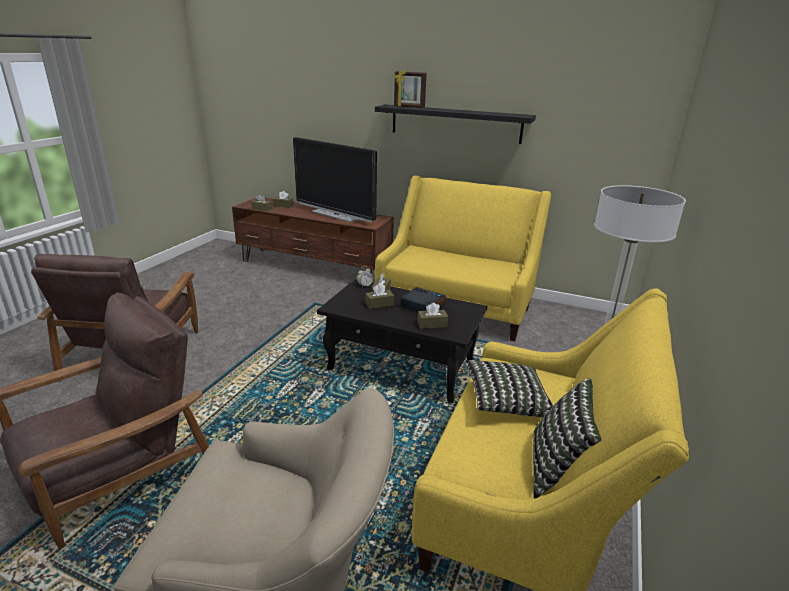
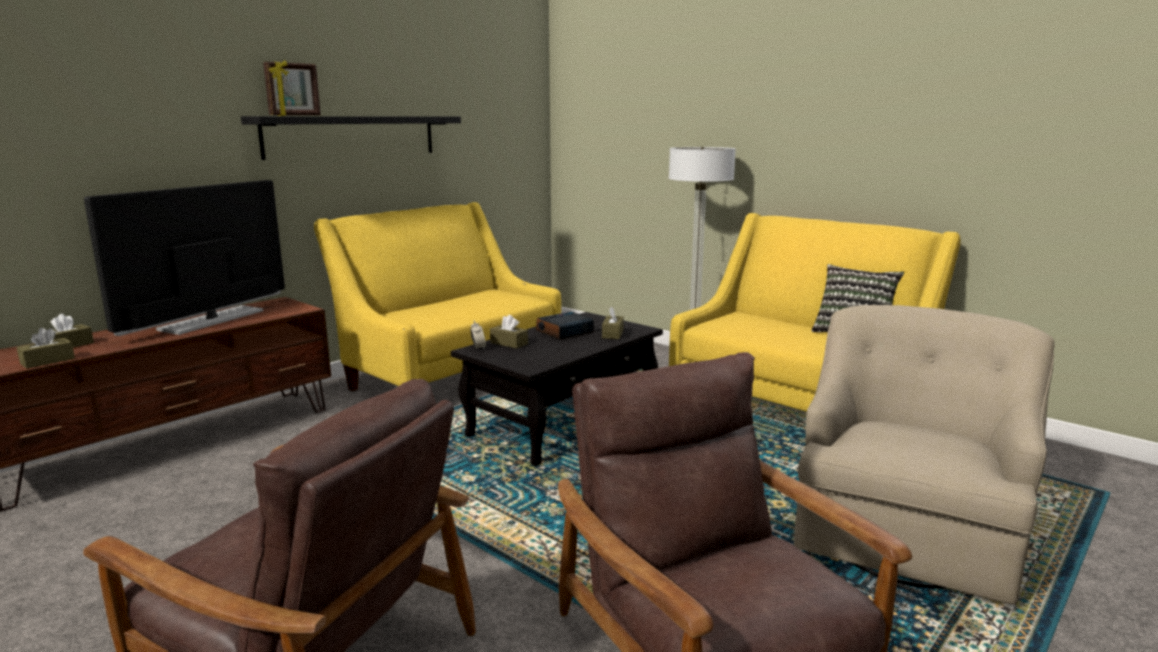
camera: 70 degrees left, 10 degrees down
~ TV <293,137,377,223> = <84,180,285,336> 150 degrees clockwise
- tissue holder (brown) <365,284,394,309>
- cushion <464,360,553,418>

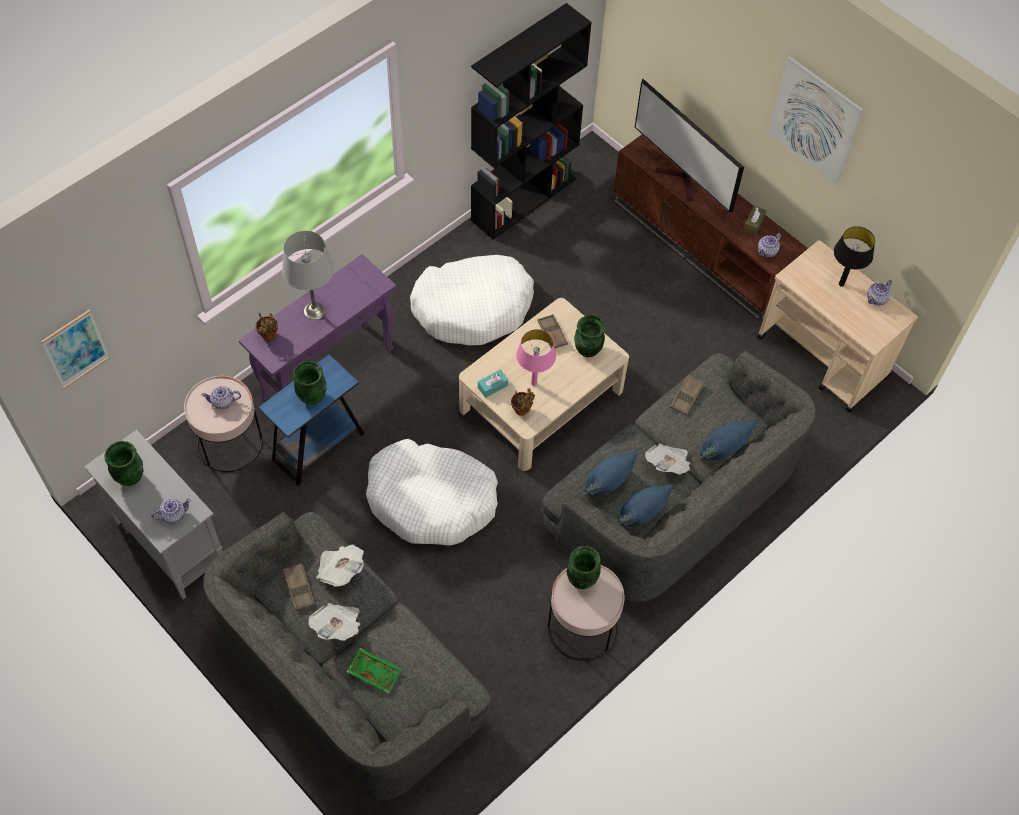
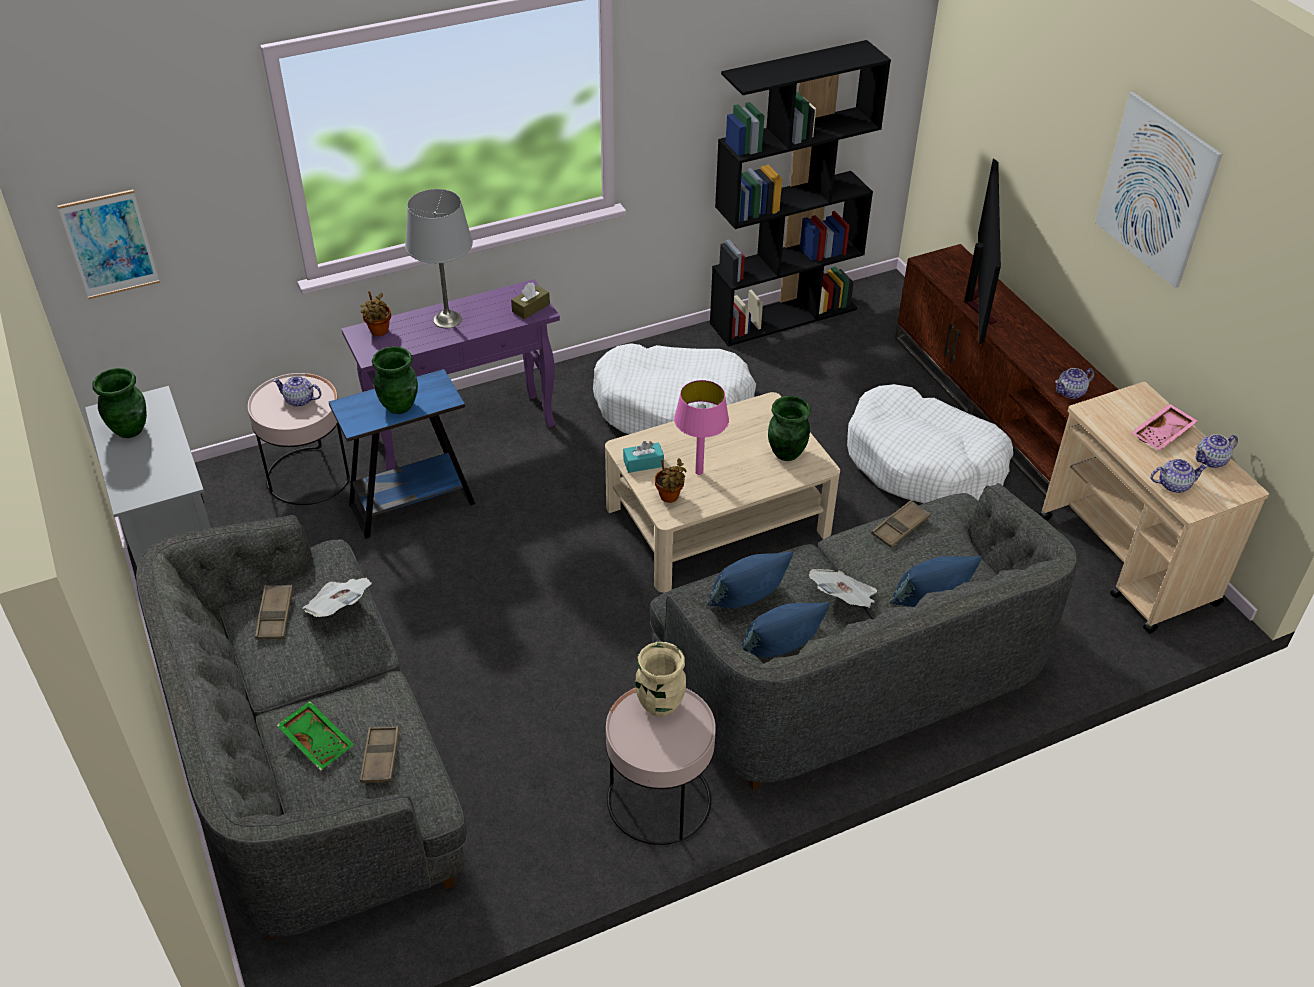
camera: 20 degrees right, 15 degrees down
~ tray (brown) <537,314,568,349> to <360,726,400,783>
~ tissue holder (brown) <743,206,766,235> to <511,282,550,320>
~ flower vase (greenish) <567,546,601,589> to flower vase (beige) <635,642,686,717>
~ dog cushion (white-coloured) <366,439,498,546> to <847,384,1013,503>
~ TV <634,78,744,212> = <964,159,1001,345> 150 degrees counterclockwise
~ tabletop lamp (black-coloured) <834,226,875,287> to tray (pinkish) <1131,403,1198,451>
~ tea pot <151,498,191,524> to <1151,459,1208,493>
- printed paper <308,603,360,641>

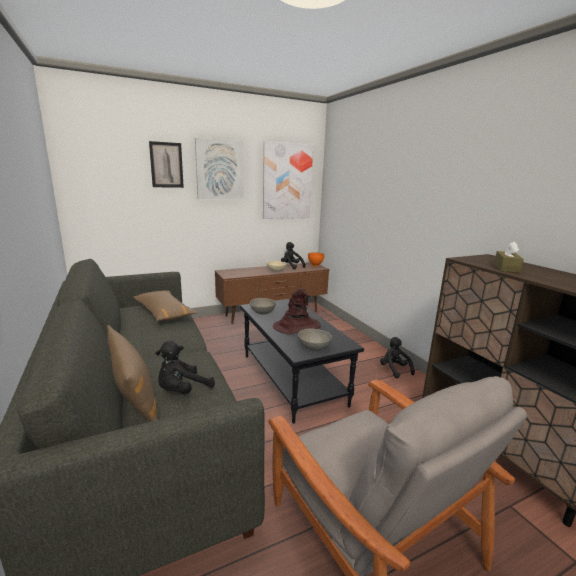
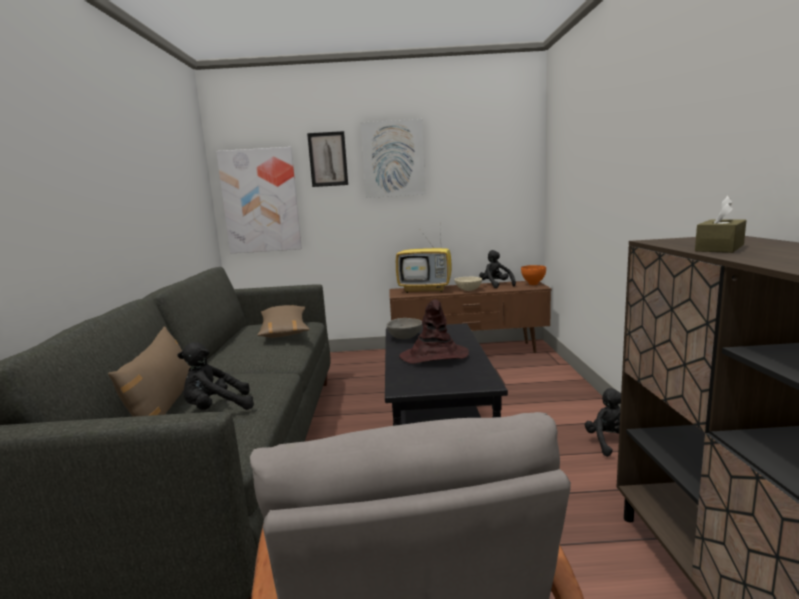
camera: 25 degrees right, 5 degrees down
~ picture <263,141,313,219> to <216,147,302,253>
+ TV <396,227,451,293>
- bowl (greyish) <298,328,332,351>

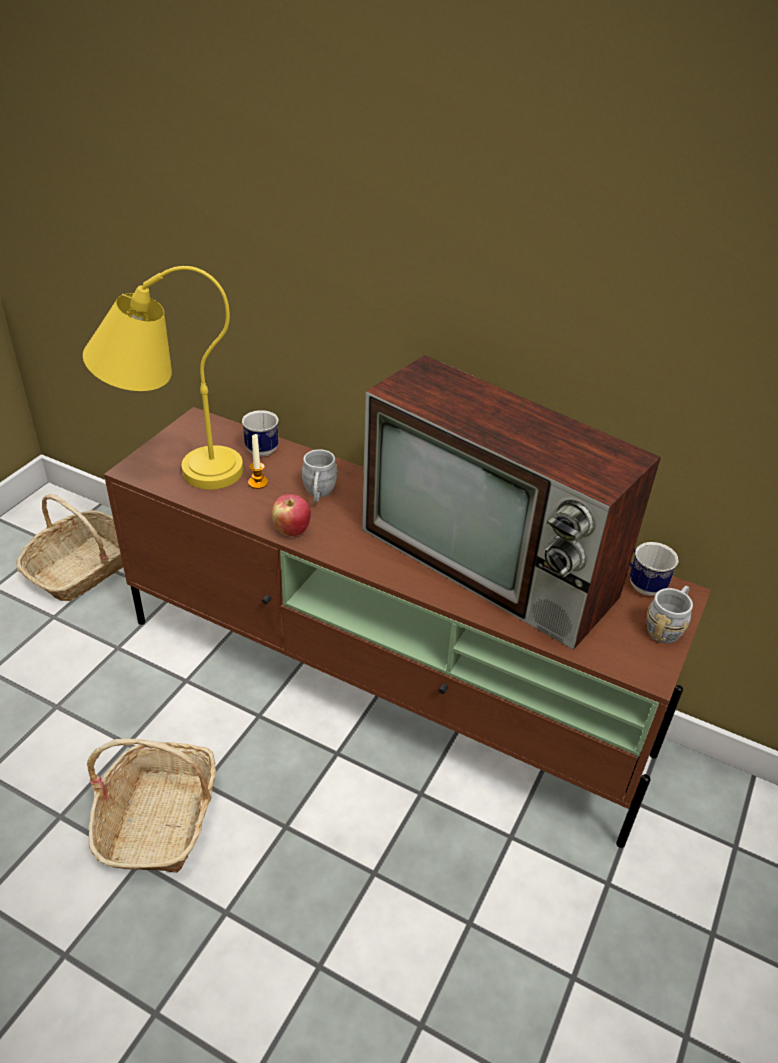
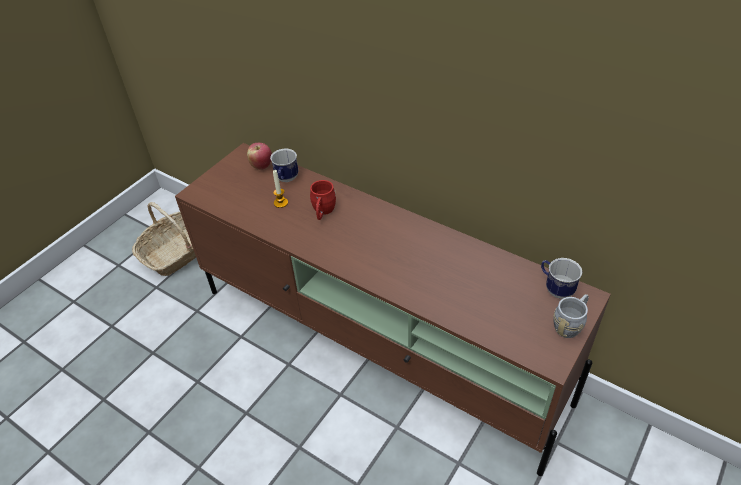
camera: 10 degrees right, 5 degrees up
~ apple <272,494,311,537> to <247,143,272,170>
~ tea mug (greyish) <302,449,337,503> to tea mug (red) <310,180,336,220>
- tabletop lamp (yellowish) <83,266,243,490>
- basket <87,739,216,873>
- TV <362,355,661,650>

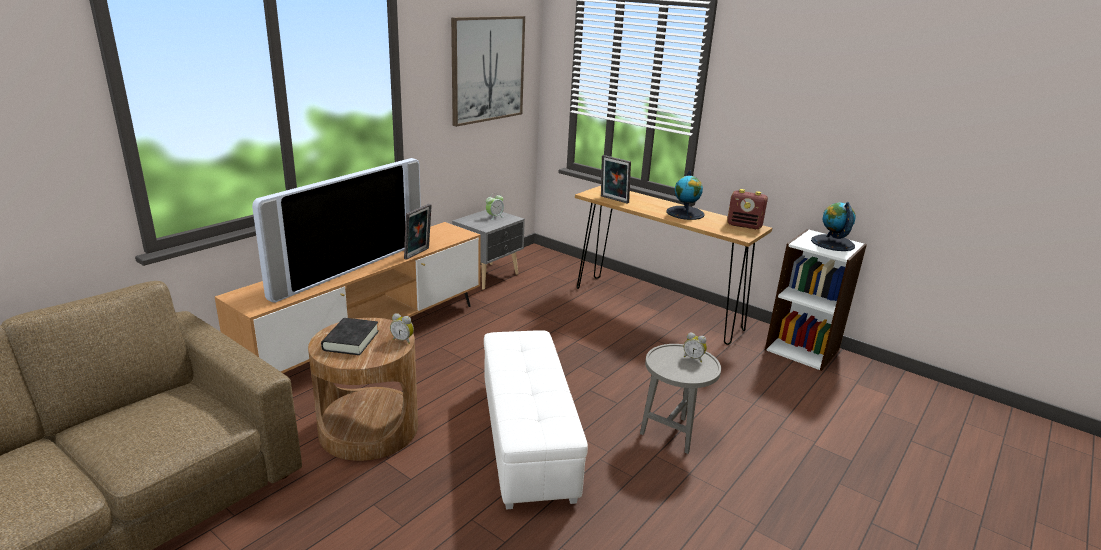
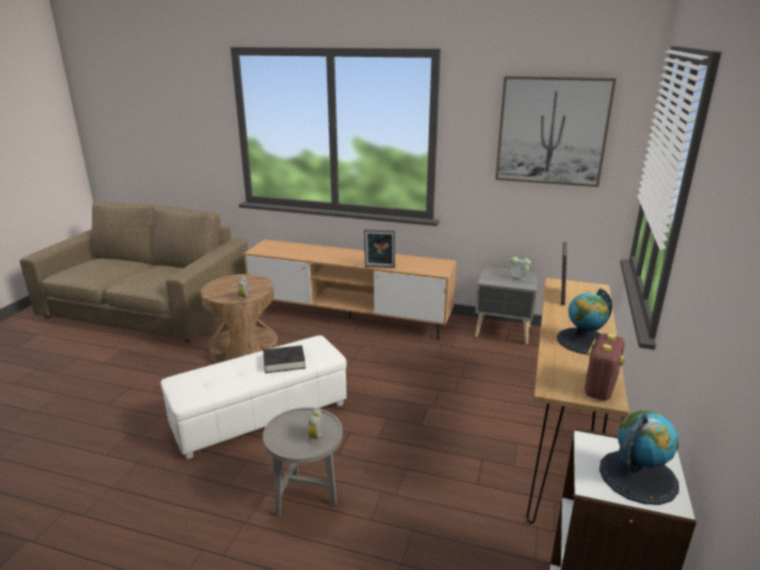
camera: 70 degrees right, 0 degrees up
~ volume (black-coloured) <321,318,379,355> to <263,345,306,373>
~ radio <727,189,768,229> = <585,333,625,400> 150 degrees counterclockwise
- TV <252,158,421,303>

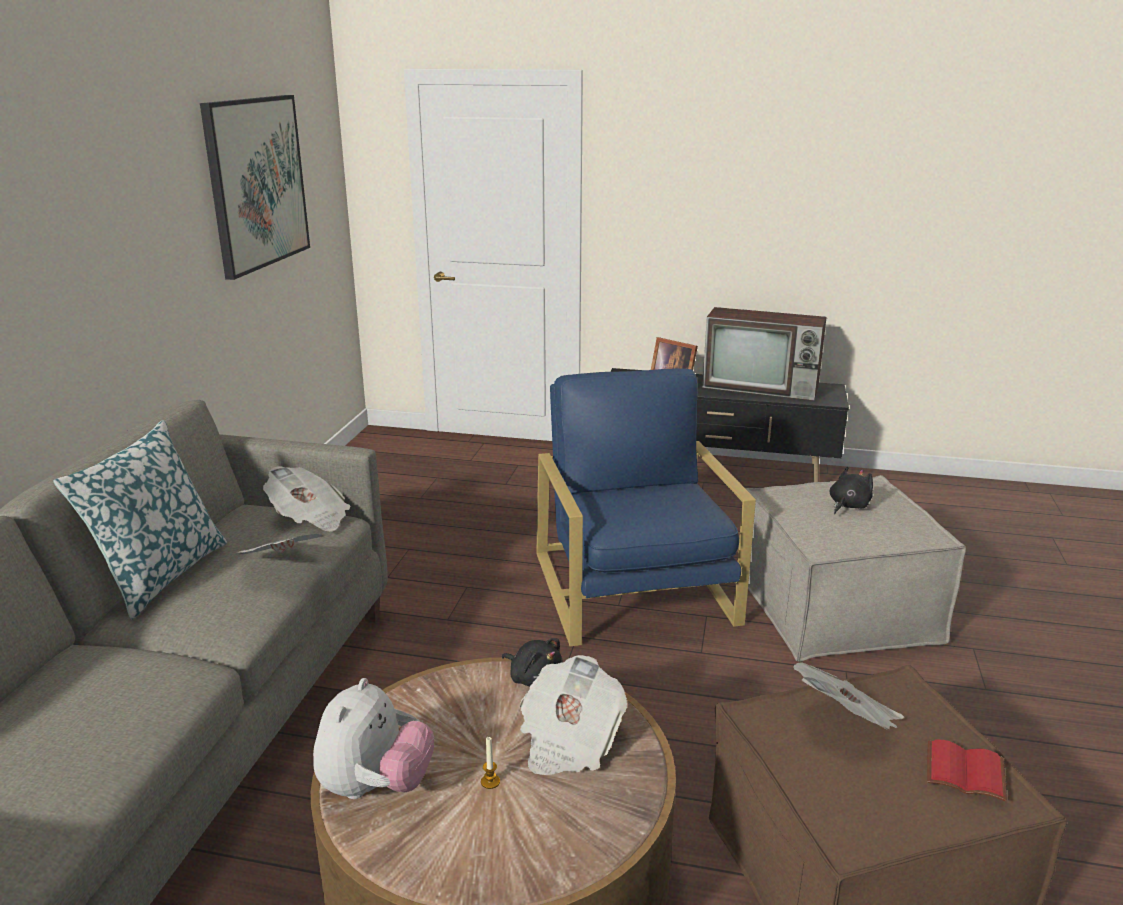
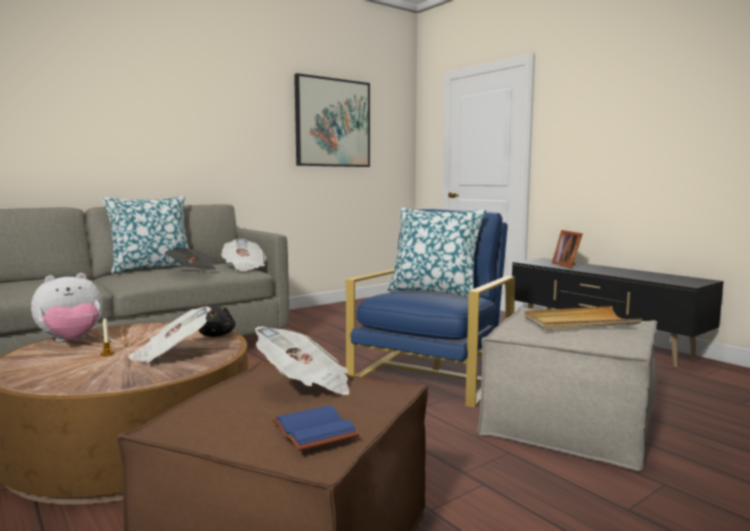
camera: 40 degrees right, 15 degrees down
~ volume (red) <927,739,1007,802> to volume (blue-coloured) <272,405,360,451>
+ cushion <387,207,486,298>
~ cuddly toy (black-coloured) <830,467,873,514> to tray (beige) <525,306,642,331>
- TV <702,307,827,400>

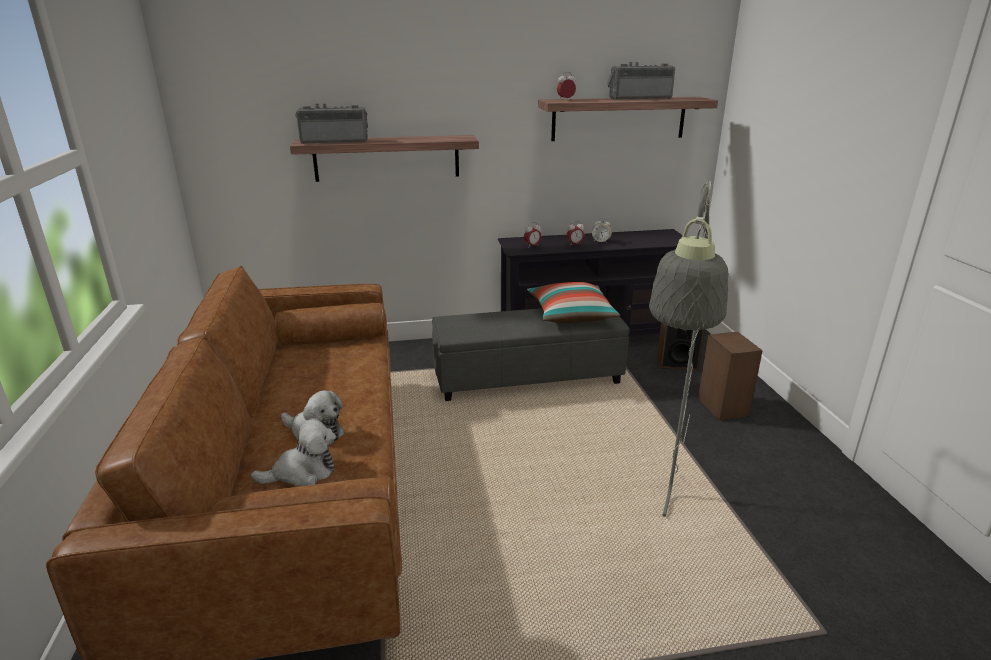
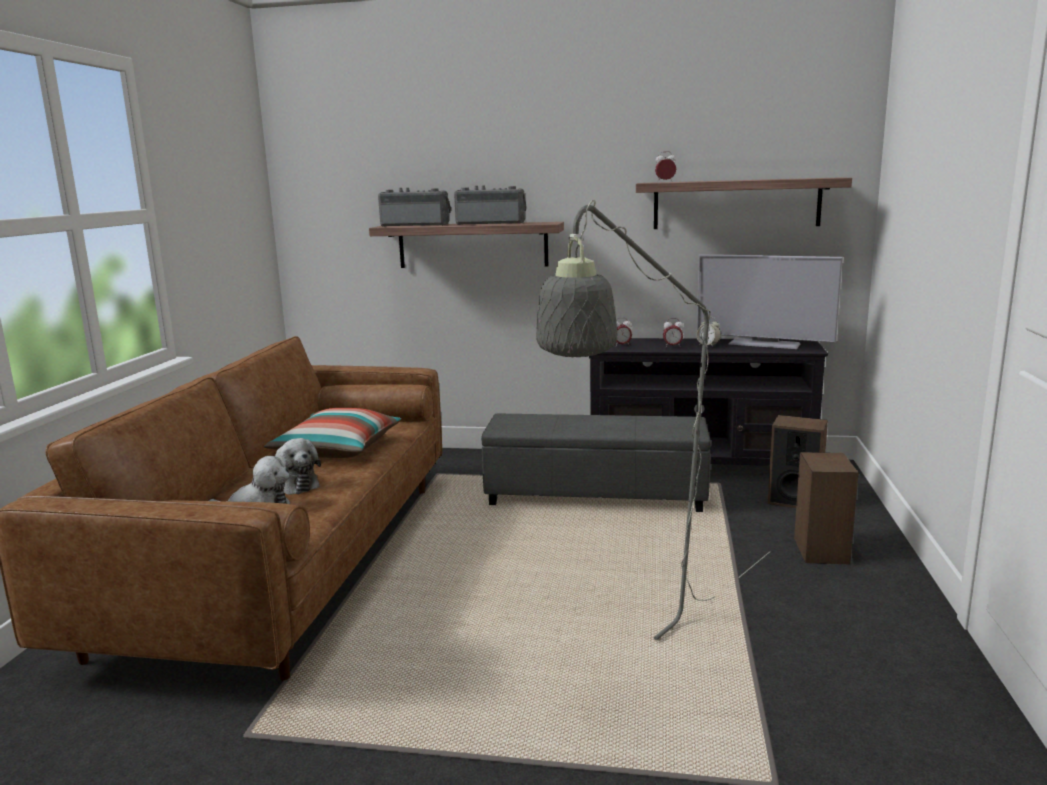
camera: 20 degrees right, 10 degrees down
~ cushion <527,282,620,324> to <264,408,401,458>
~ radio <607,62,675,100> to <454,185,527,225>
+ TV <697,254,843,349>

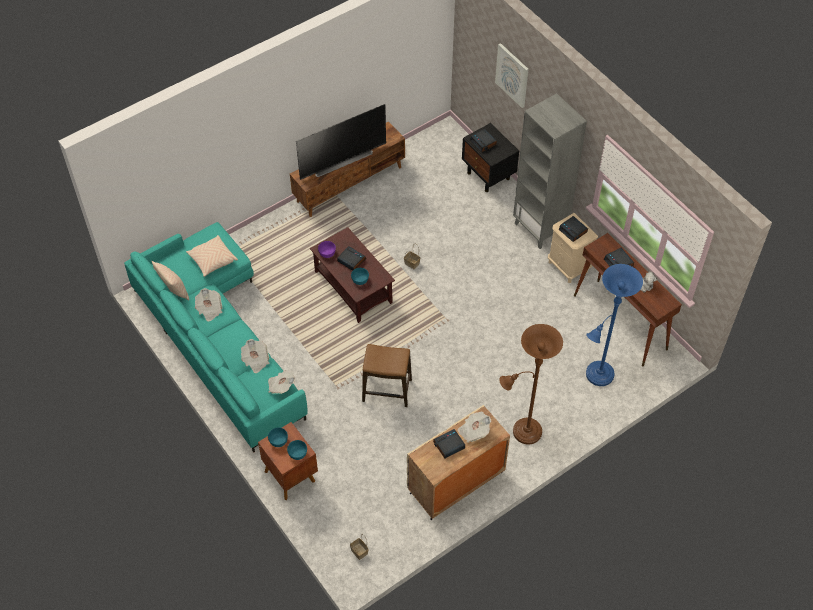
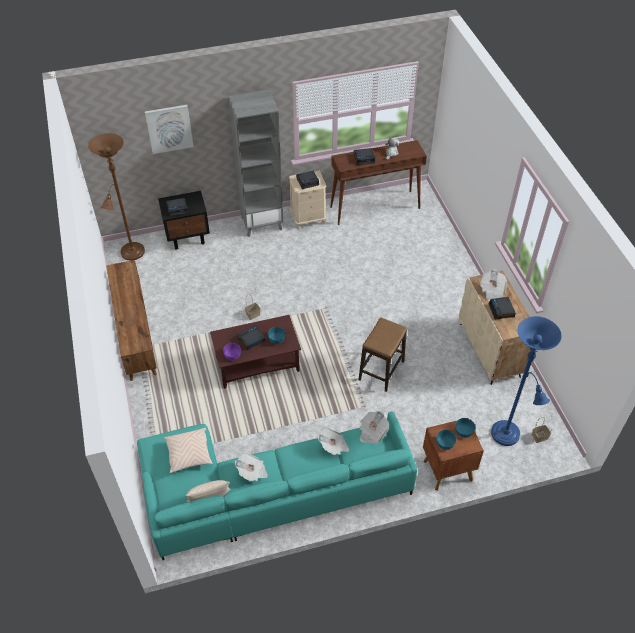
camera: 70 degrees left, 5 degrees down
~ standard lamp (brown) <499,324,563,444> to <88,133,145,261>
~ standard lamp (blue-coloured) <586,264,643,386> to <491,316,561,446>
- TV <296,104,386,180>

